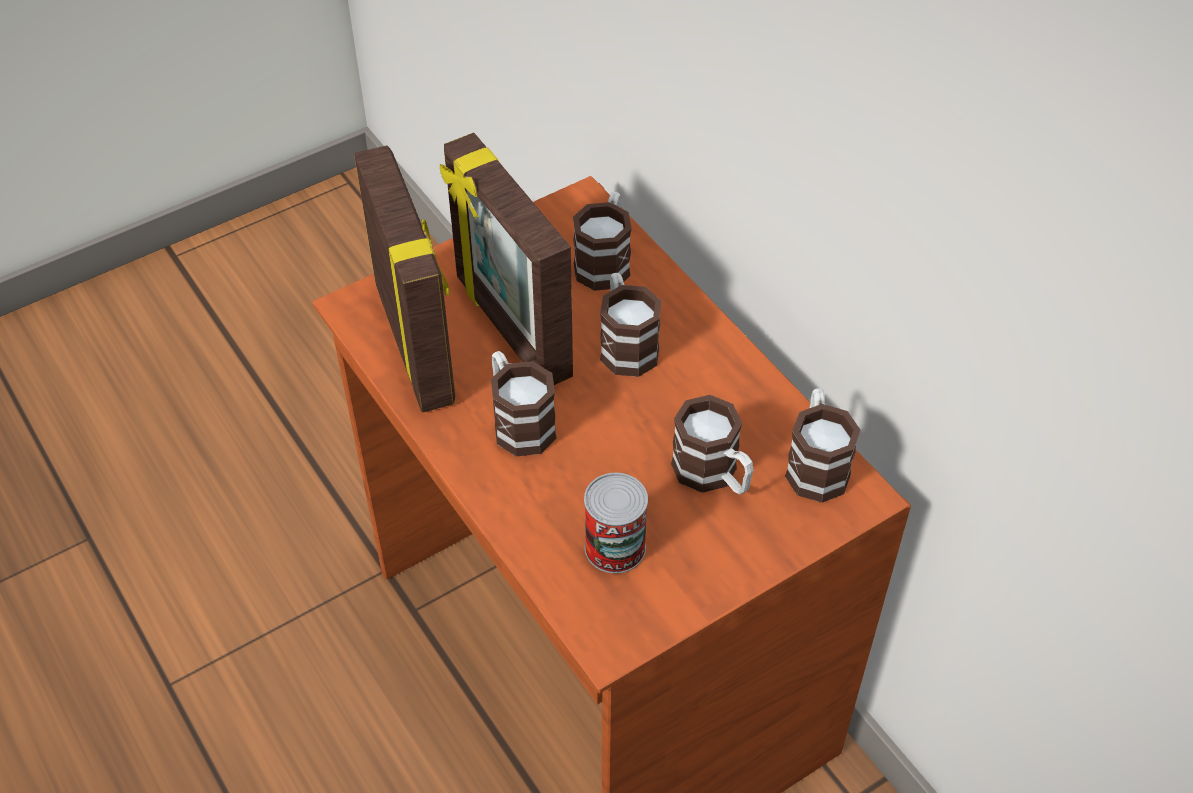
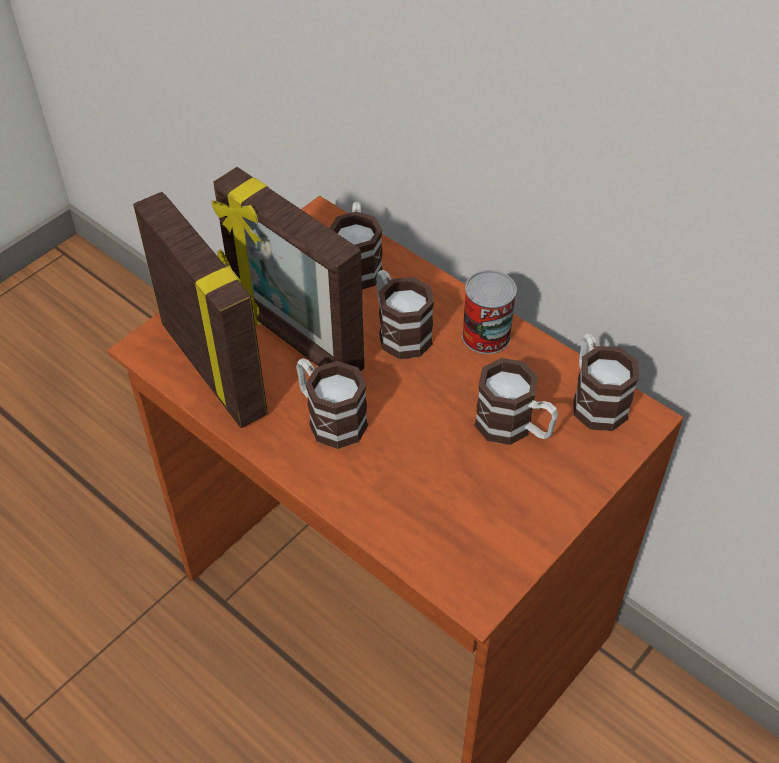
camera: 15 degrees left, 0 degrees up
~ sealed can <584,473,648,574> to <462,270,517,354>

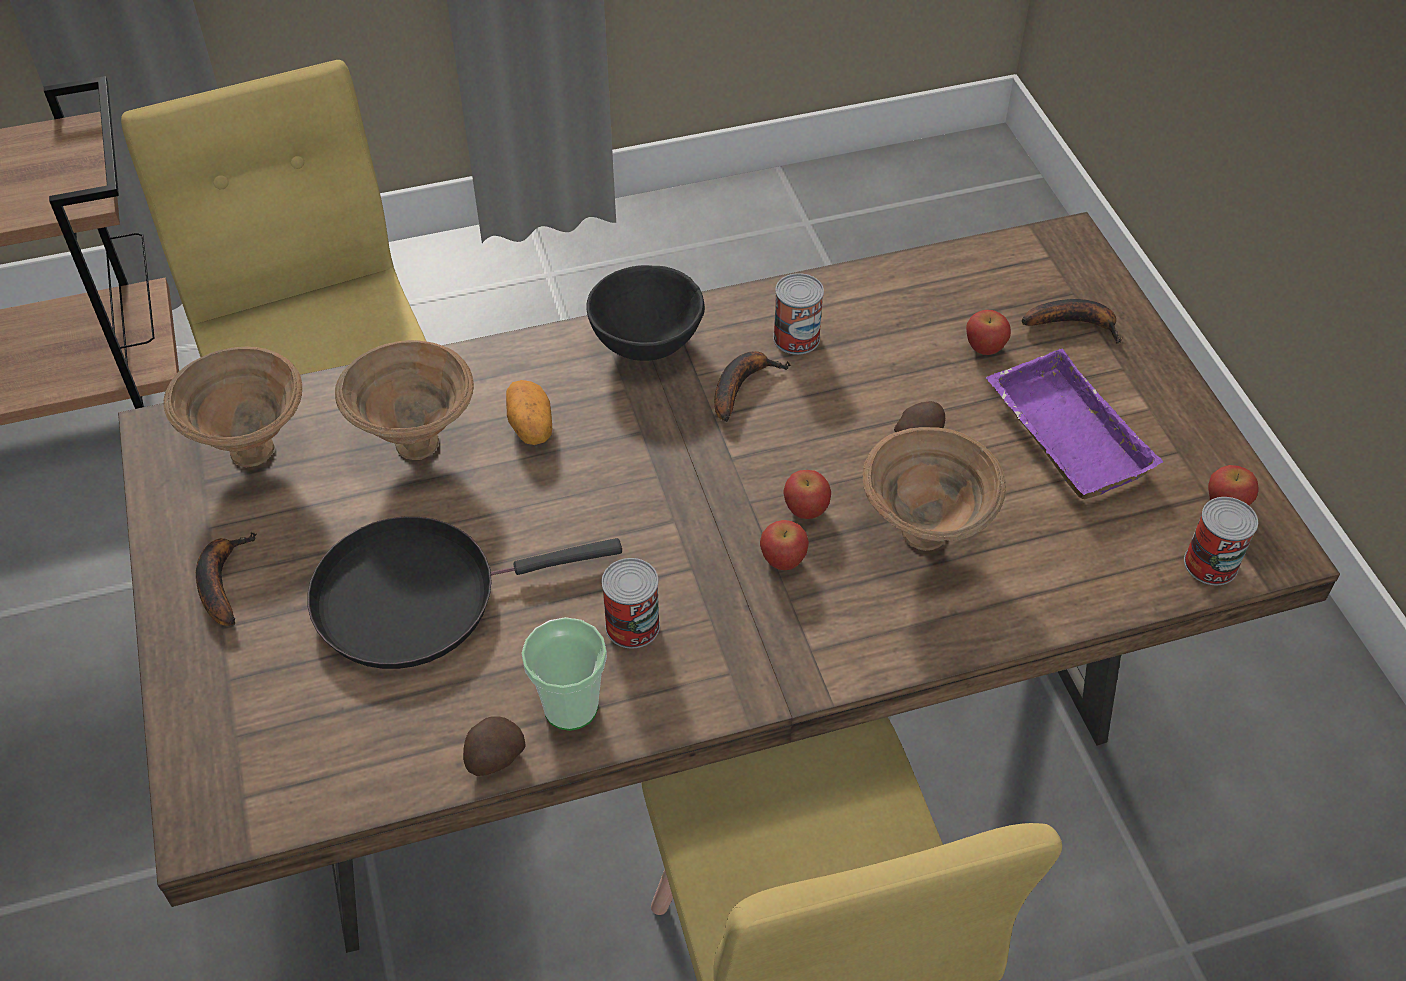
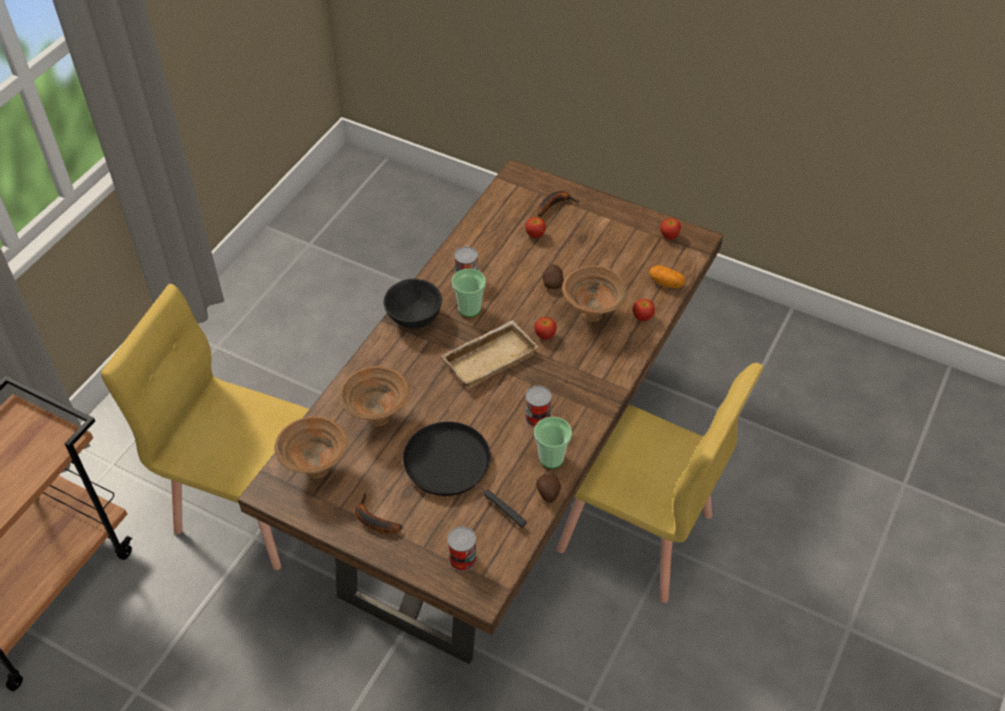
camera: 45 degrees left, 0 degrees up
~ pan (black-coloured) <307,517,622,669> = <403,422,527,527> 105 degrees clockwise
+ tray (beige) <442,320,538,387>
~ sealed can <1184,497,1258,585> to <448,527,477,571>
~ whole banana <714,351,791,422> to drinking cup <452,269,486,317>
~ apple <760,520,809,570> to <633,299,655,321>
~ whole potato <506,380,552,445> to <649,265,686,288>
- tray (purple) <986,349,1163,499>

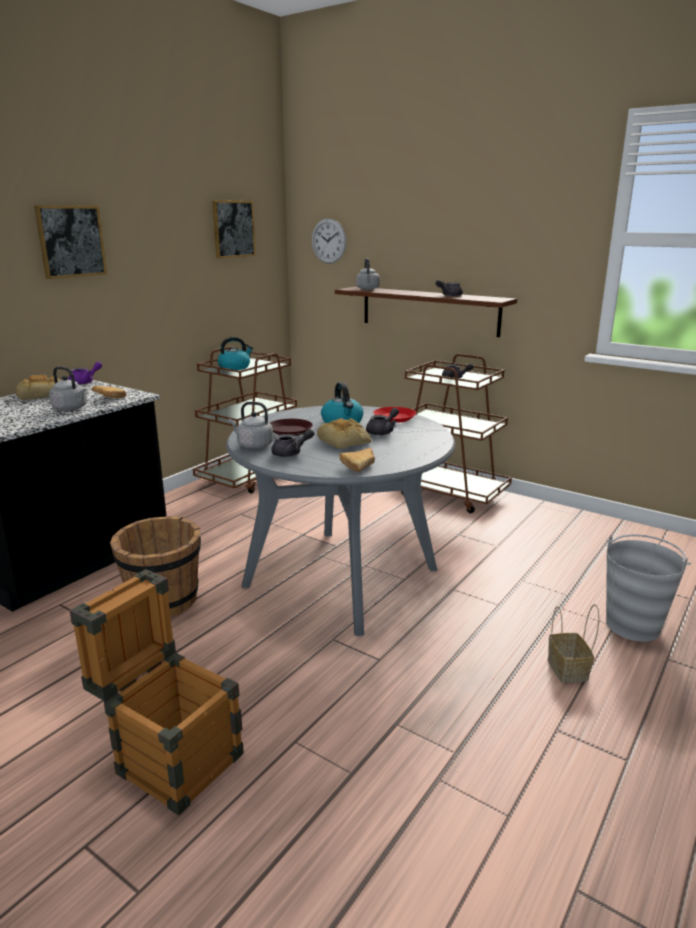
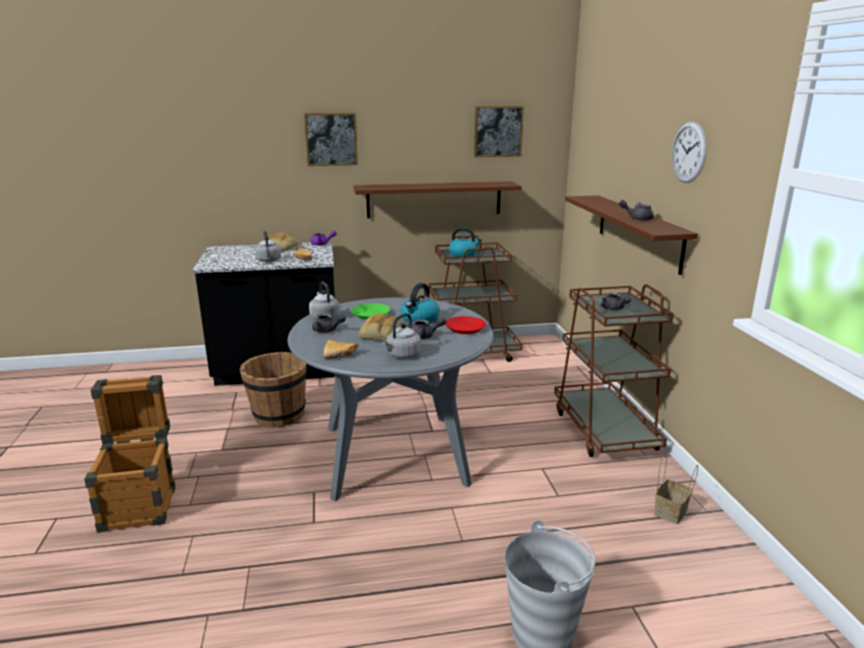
camera: 45 degrees right, 0 degrees up
~ flat dish (brown) <270,419,313,436> to flat dish (greenish) <351,303,390,319>
+ wall shelf (brown) <354,181,522,218>
~ water kettle (greyish) <356,258,380,290> to <382,313,421,359>
~ basket <548,604,599,683> to <654,453,698,524>
~ hanging clock <312,218,346,264> to <672,121,707,183>

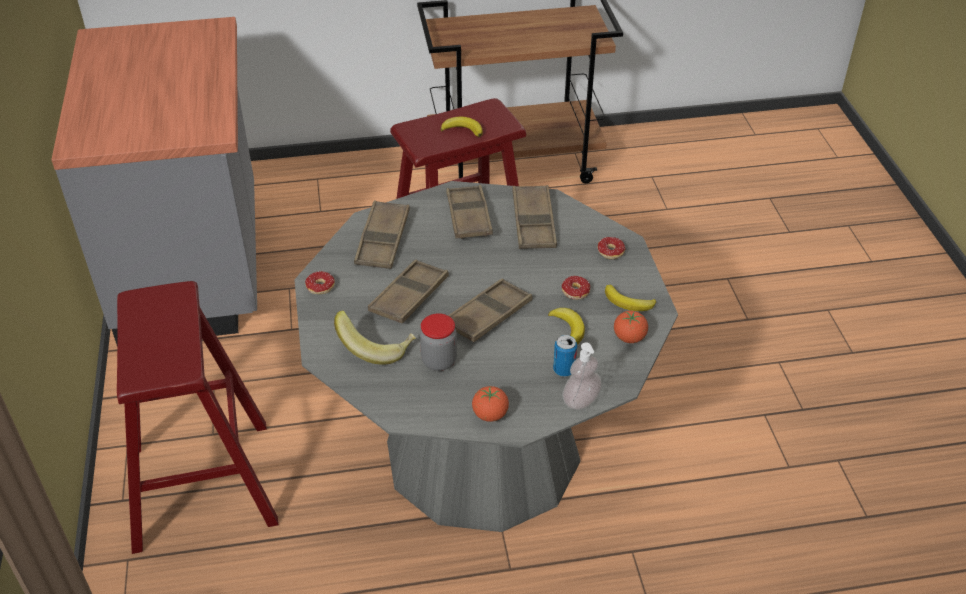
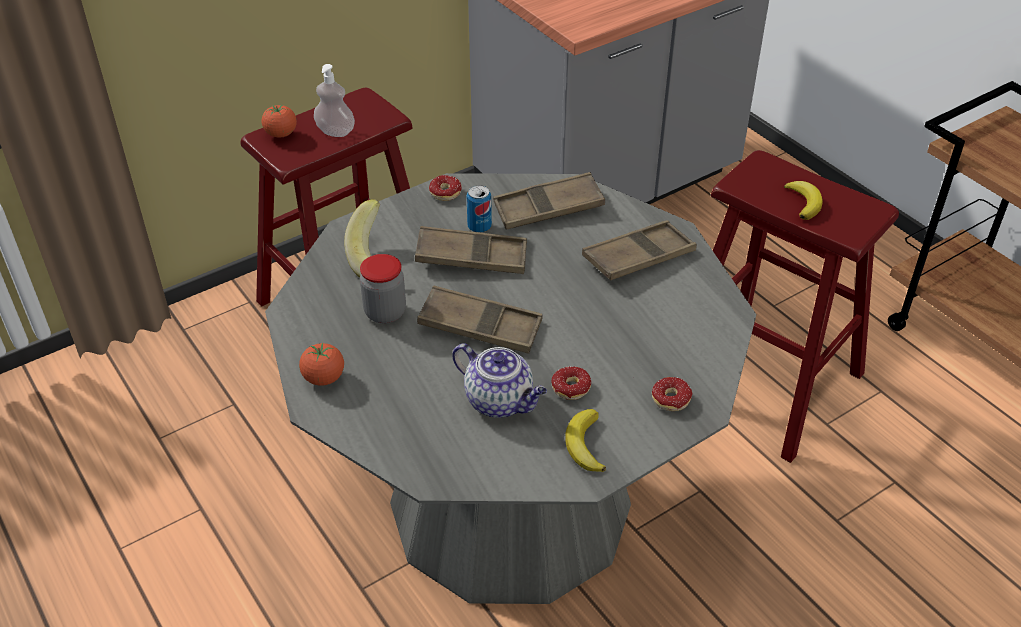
camera: 65 degrees right, 0 degrees up
~ tomato <614,311,648,343> to <262,105,297,138>
~ soap bottle <562,342,602,410> to <314,64,355,137>
~ whole banana <548,308,585,345> to tea pot <452,343,547,418>
~ sealed can <553,335,577,377> to <467,185,492,233>
- tray (brown) <512,185,557,249>

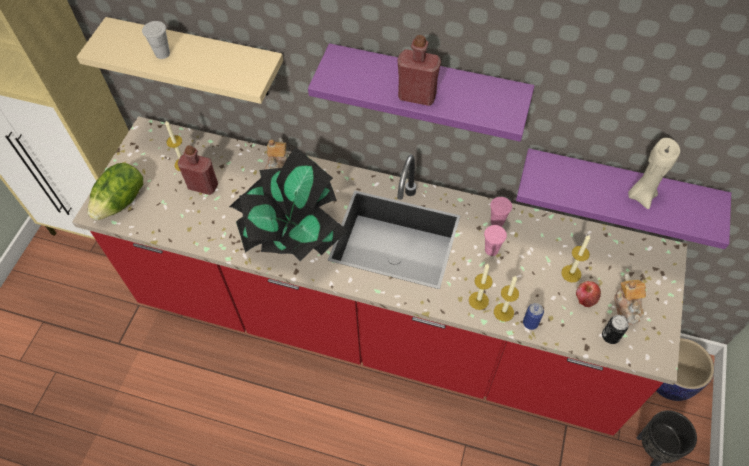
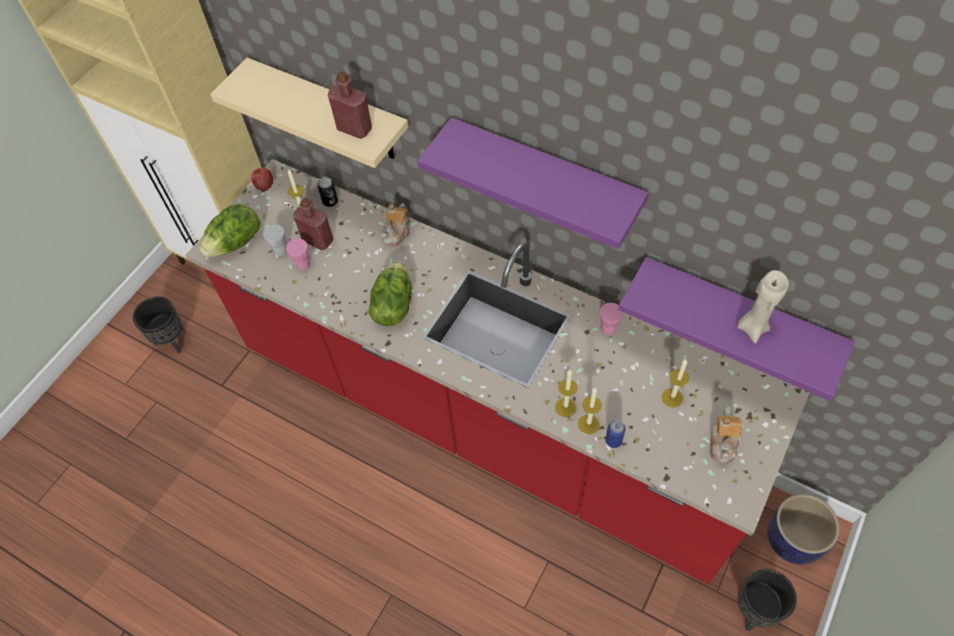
camera: 15 degrees right, 0 degrees up
+ plant pot (black-coloured) <133,296,183,354>
~ apple <576,281,601,307> to <251,167,273,191>
~ drinking cup (white-coloured) <142,21,170,59> to <263,224,287,256>
~ drinking cup (pinkish) <484,225,507,256> to <286,238,310,270>
~ sealed can <602,315,629,344> to <318,177,338,207>
~ drink bottle (red) <397,35,441,106> to <328,71,372,139>
~ houseplant <229,147,347,261> to head of lettuce <369,262,412,326>

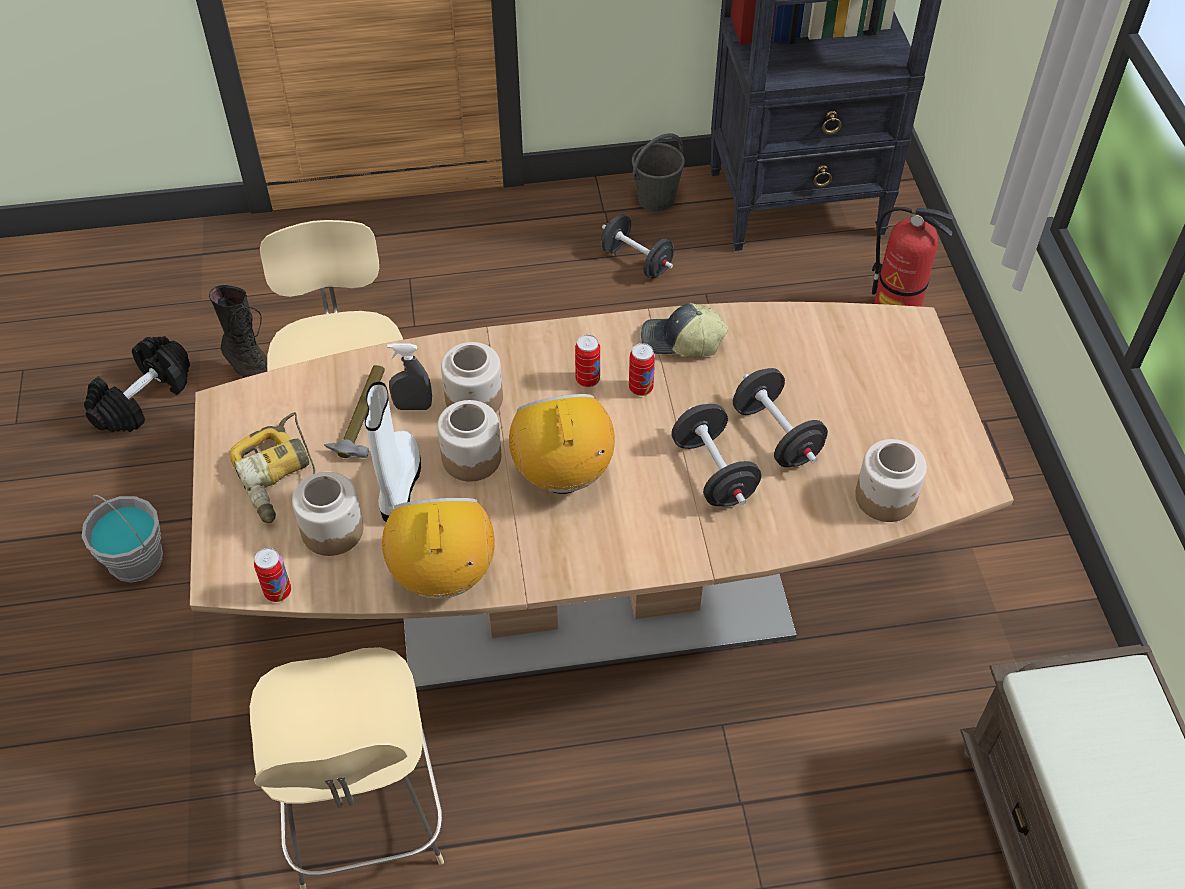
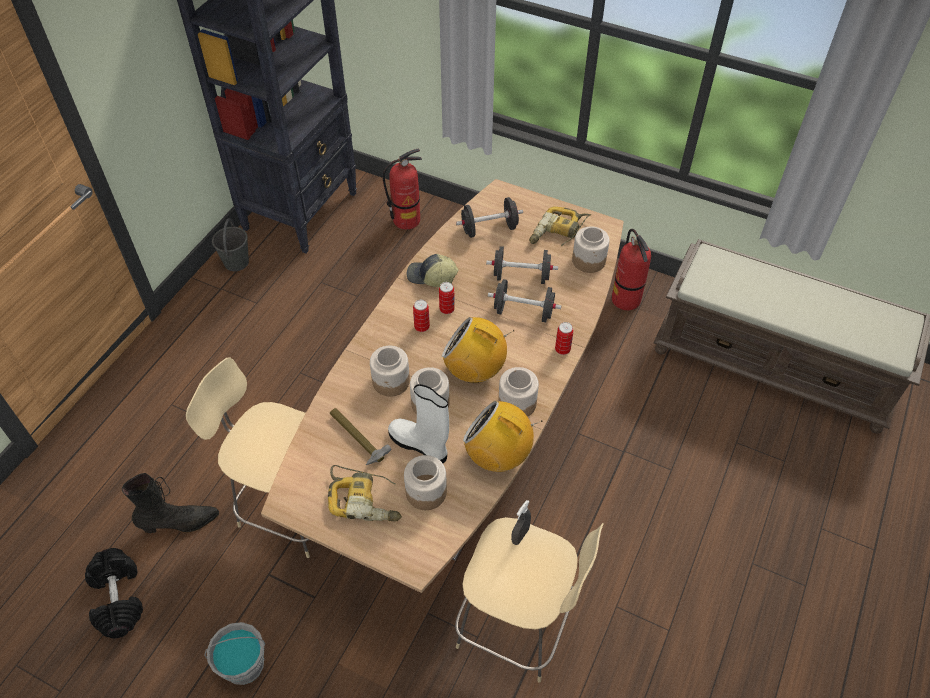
camera: 55 degrees left, 0 degrees up
~ baseball cap <641,303,728,357> = <407,254,459,287> 60 degrees clockwise
~ free weight (black-coloured) <601,214,674,278> to <456,197,523,238>
+ jar <498,367,539,417>
~ hand sprayer (greyish) <387,343,432,410> to <511,500,531,545>
+ electric drill <529,207,591,246>
~ sealed can <254,548,291,602> to <555,322,574,355>
+ fire-fighting cylinder <612,229,651,310>

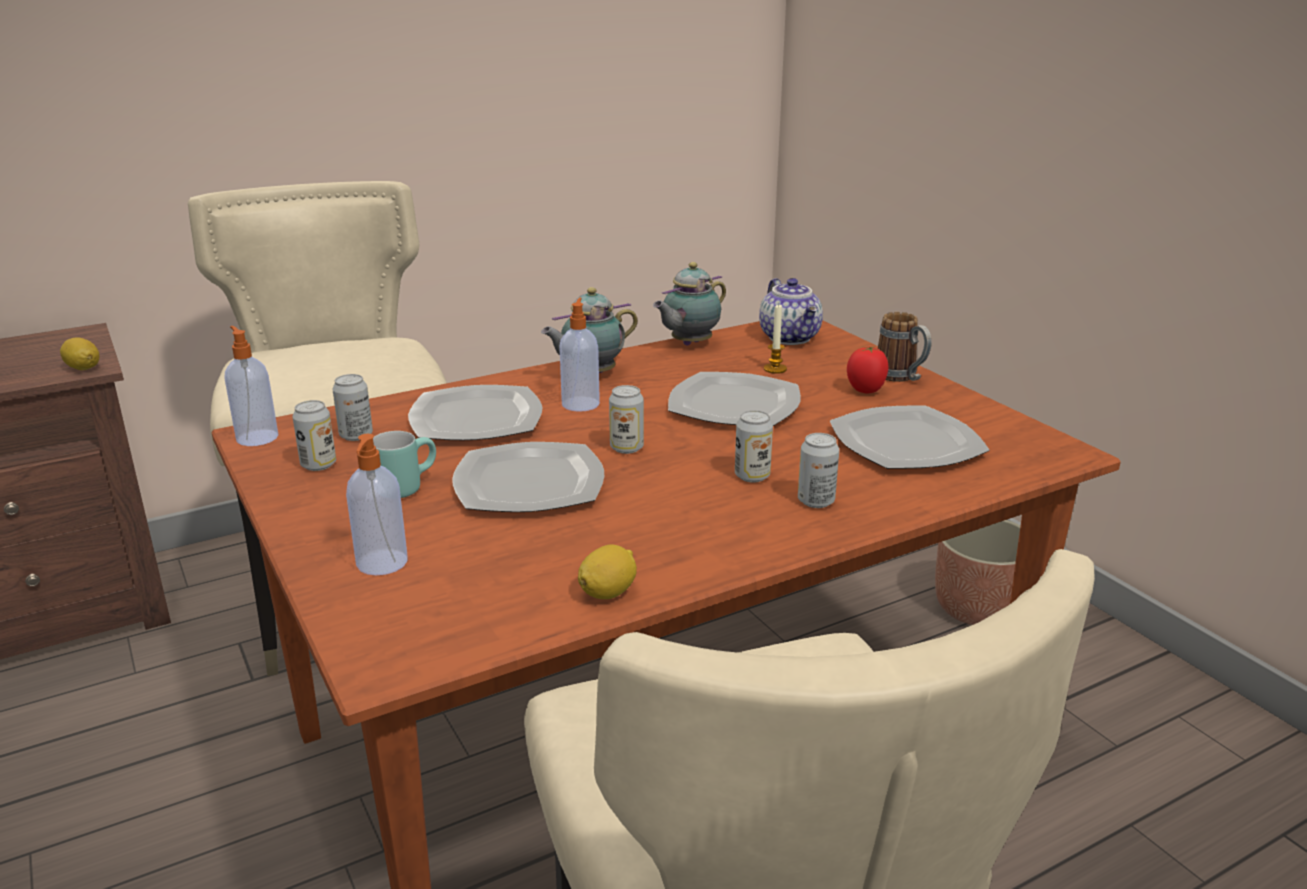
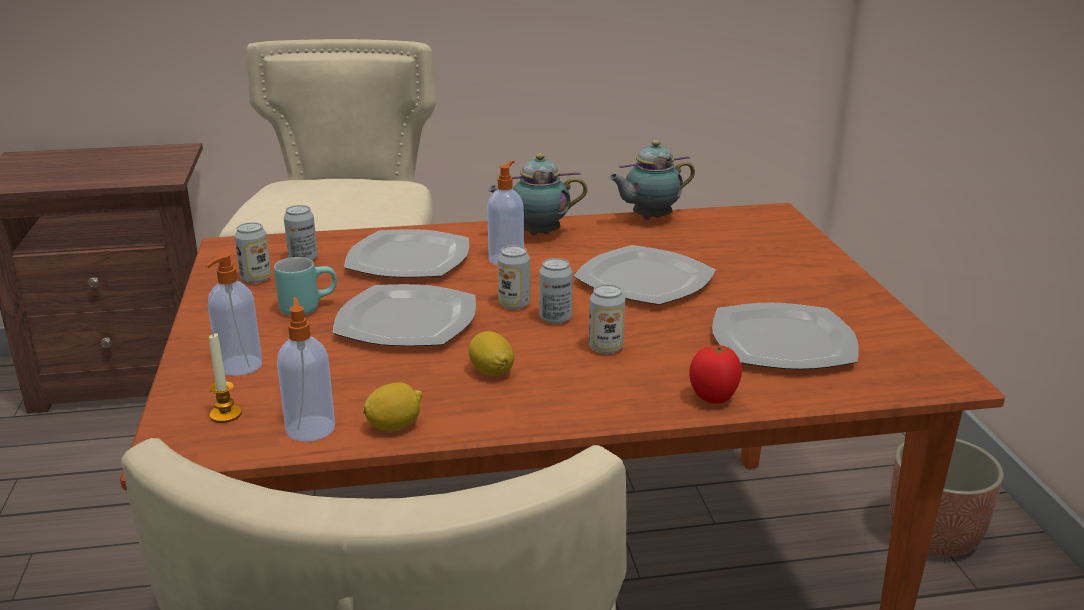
camera: 20 degrees right, 0 degrees up
~ candle <764,304,787,374> to <209,333,242,423>
~ soap bottle <224,326,278,446> to <277,297,335,442>
~ whole lemon <60,337,99,370> to <469,331,514,376>
~ sealed can <798,433,839,508> to <539,258,573,324>
~ tomato <847,346,889,393> to <689,344,742,404>
- tea pot <759,278,823,345>
- tea mug <878,312,932,382>

